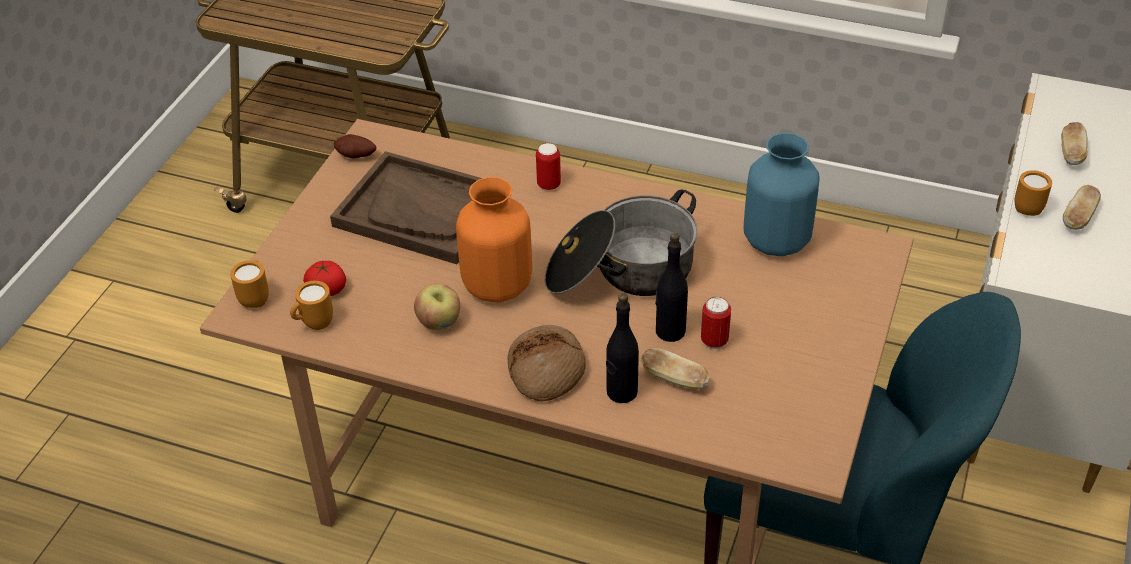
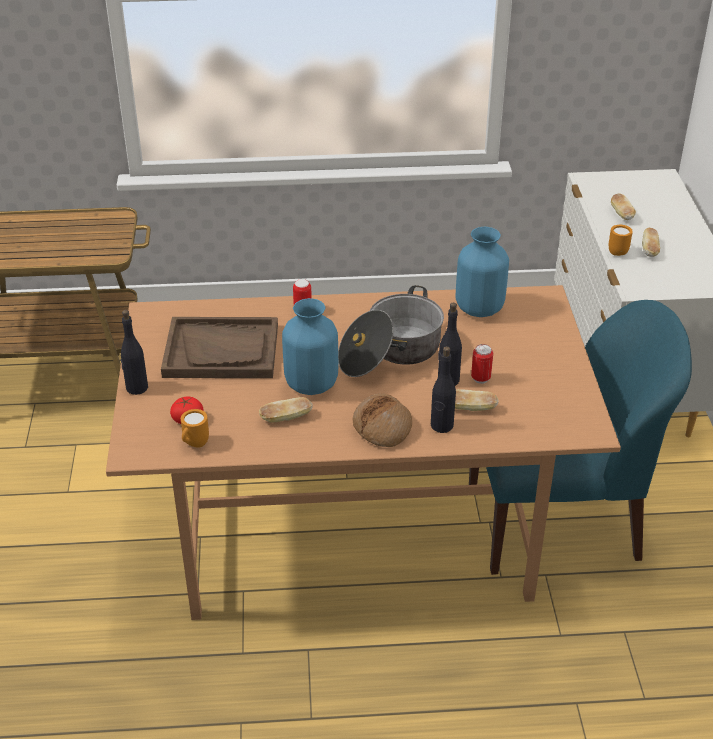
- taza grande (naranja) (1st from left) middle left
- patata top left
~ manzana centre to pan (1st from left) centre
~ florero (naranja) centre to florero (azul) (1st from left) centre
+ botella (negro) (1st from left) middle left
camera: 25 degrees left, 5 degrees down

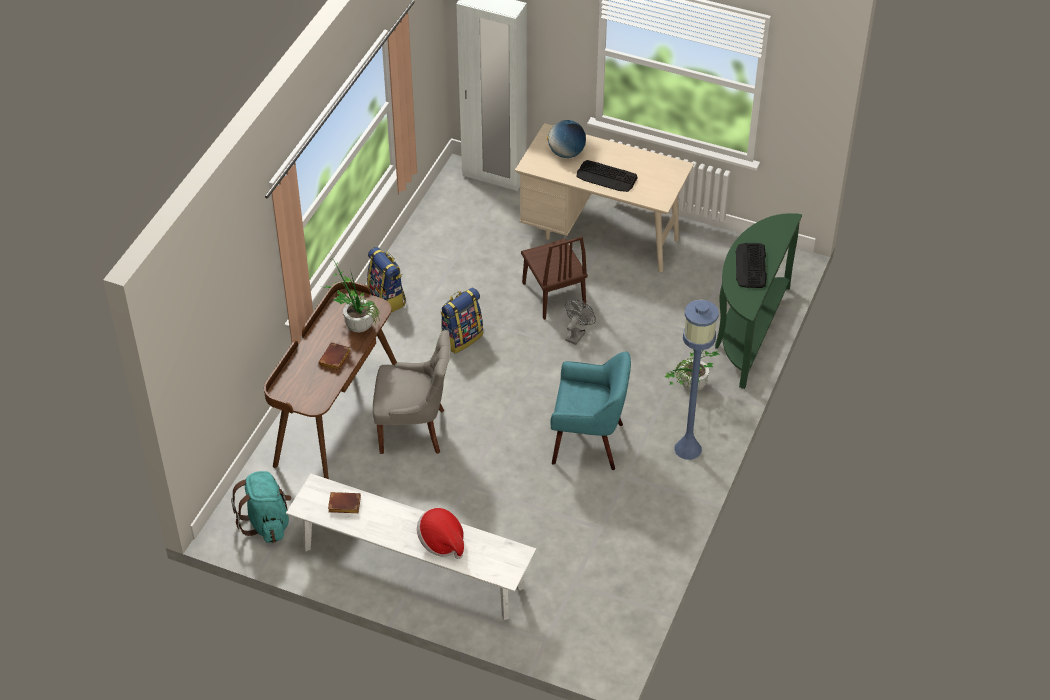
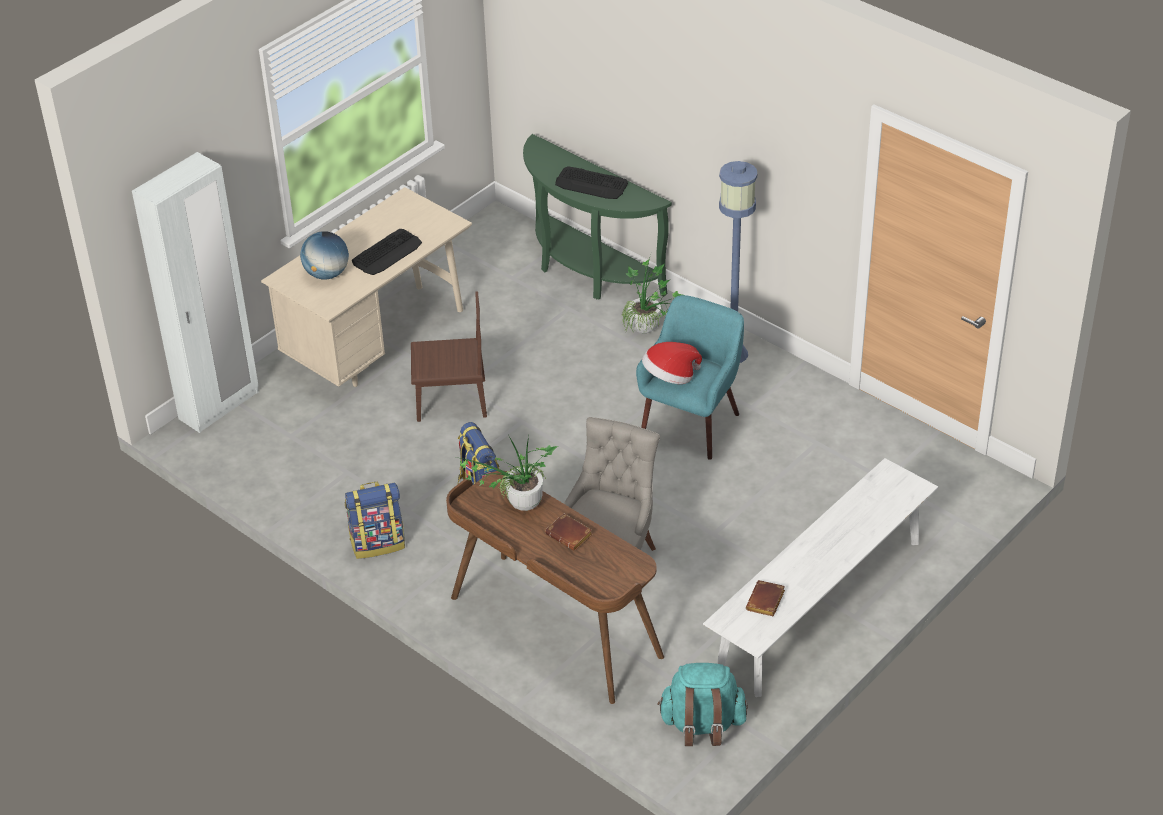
~ sombrero bottom centre to centre
- ventilador (gris) centre
camera: 70 degrees left, 5 degrees down

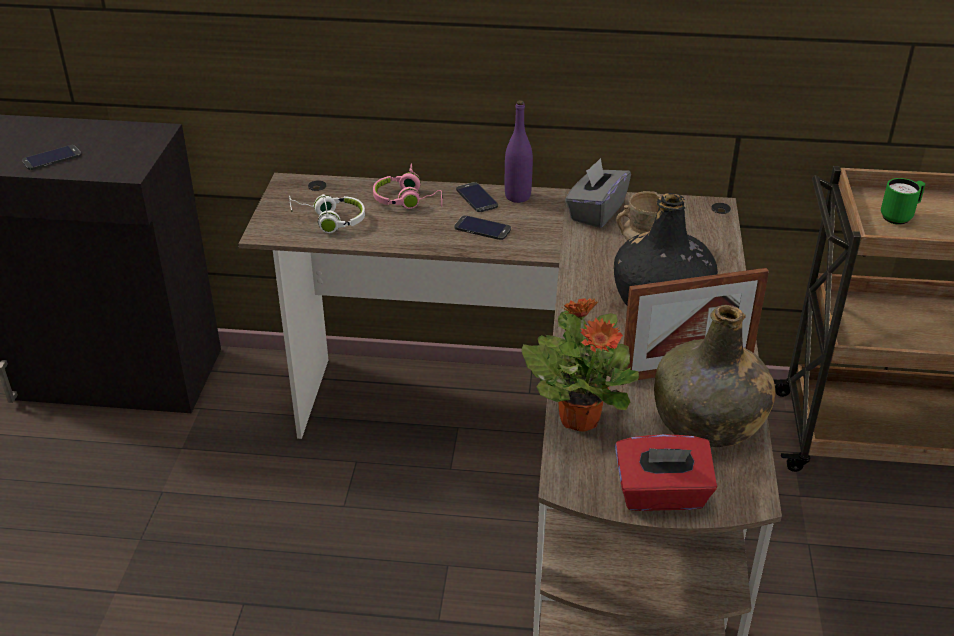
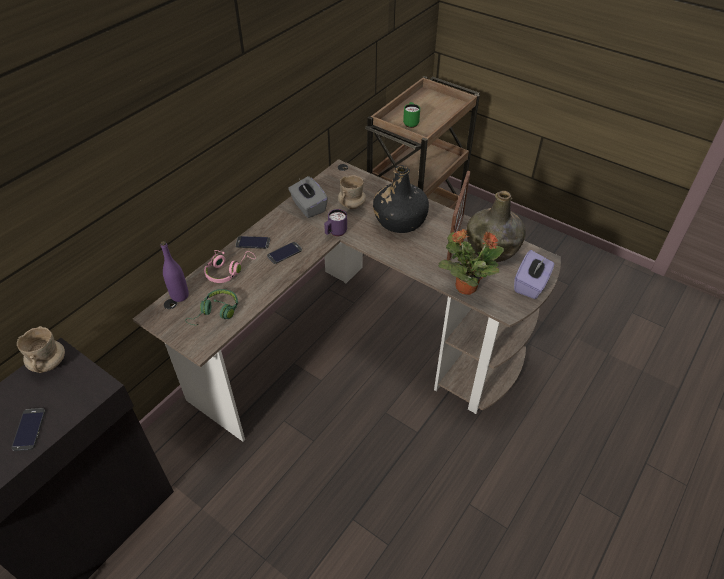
~ auriculares (blanco) centre to auriculares (verde) middle left
~ botella (morado) top centre to middle left
~ caja de pañuelos (rojo) bottom right to caja de pañuelos (morado) middle right
+ taza grande (beis) (1st from left) middle left
+ taza grande (morado) centre
camera: 60 degrees left, 10 degrees up

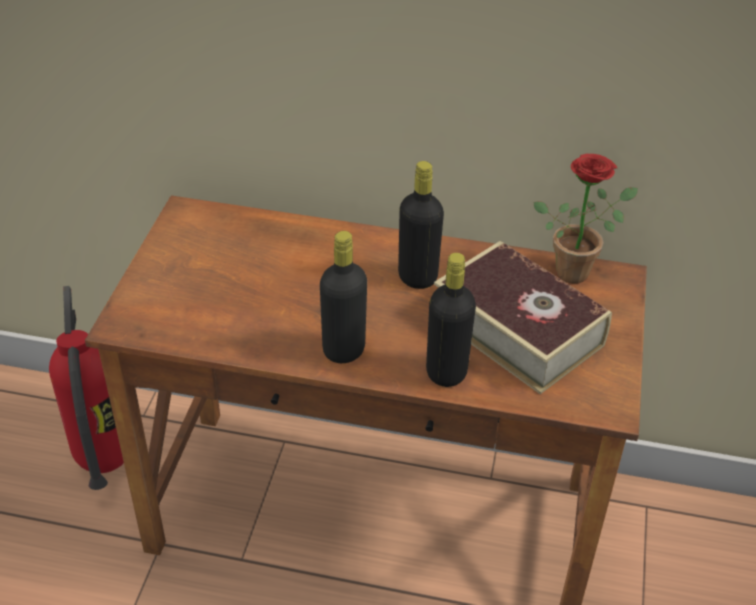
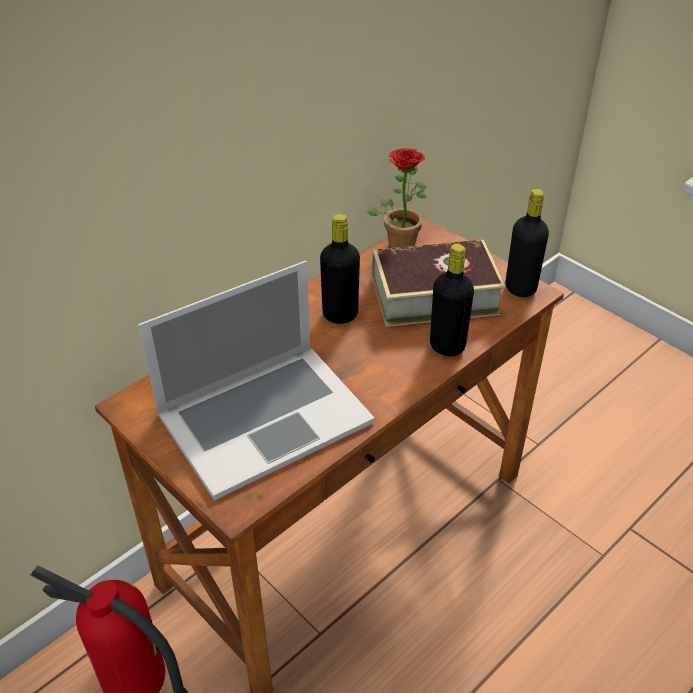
~ botella (negro) (1st from left in the first image) centre to botella (negro) (3rd from left) middle right
+ portátil centre
camera: 55 degrees left, 0 degrees up

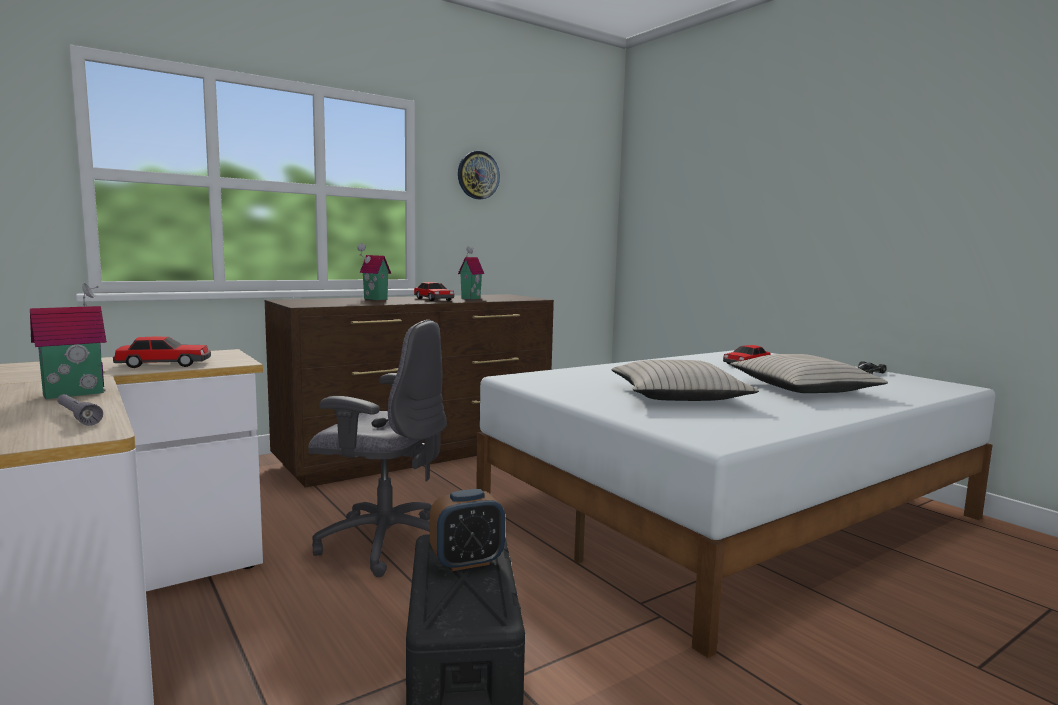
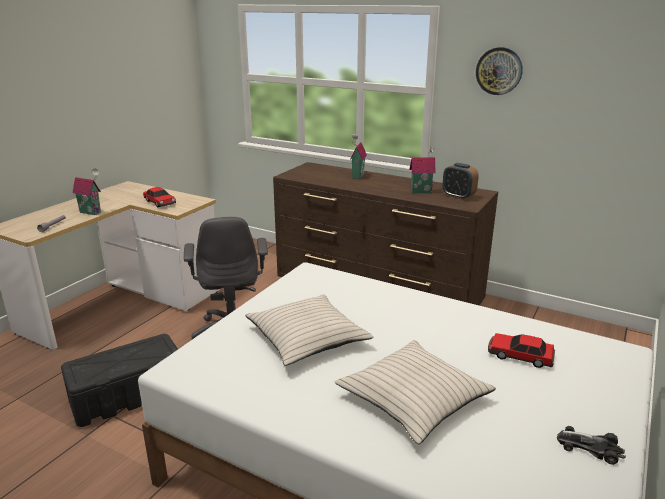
- coche de juguete (2nd from left) centre
~ despertador bottom centre to middle right
camera: 65 degrees right, 15 degrees up

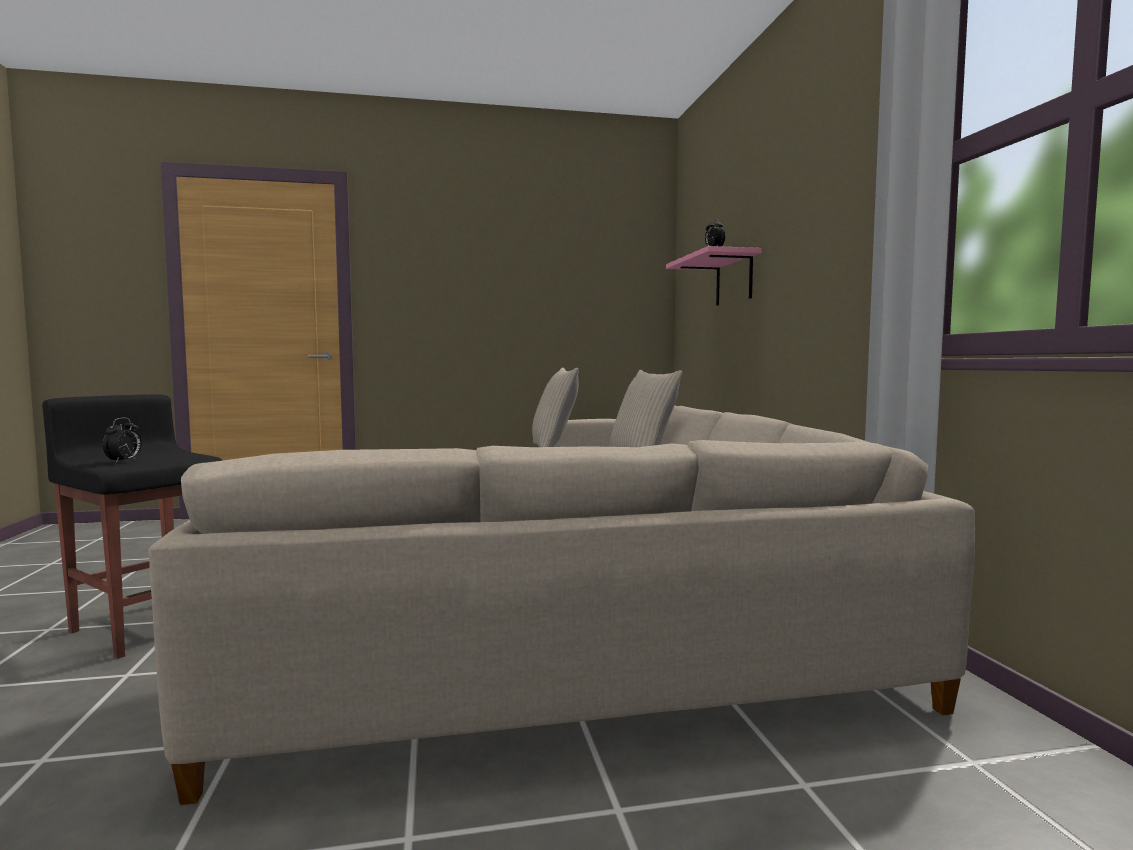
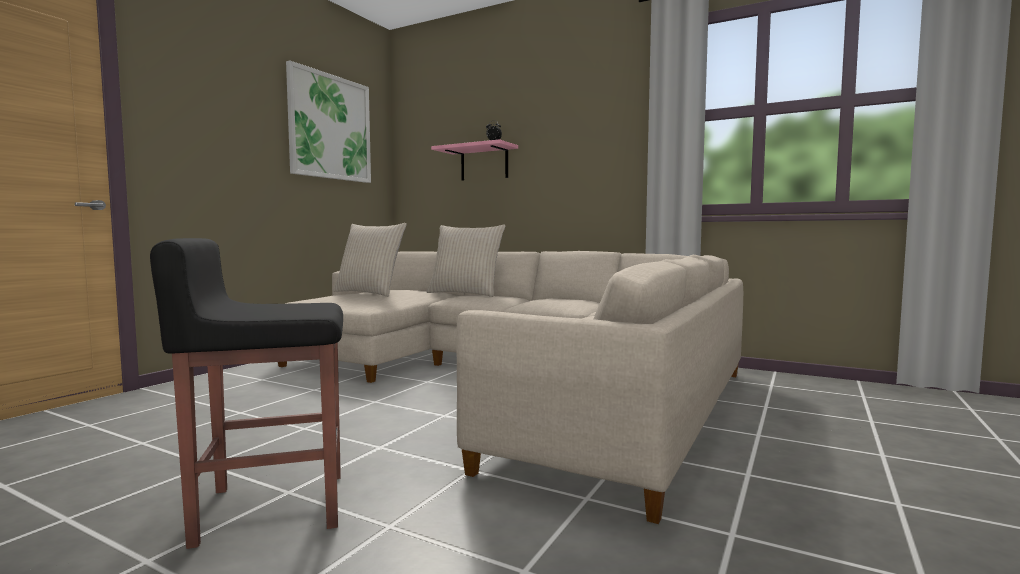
- despertador (1st from left) middle left
+ cuadro top left
camera: 50 degrees left, 0 degrees up

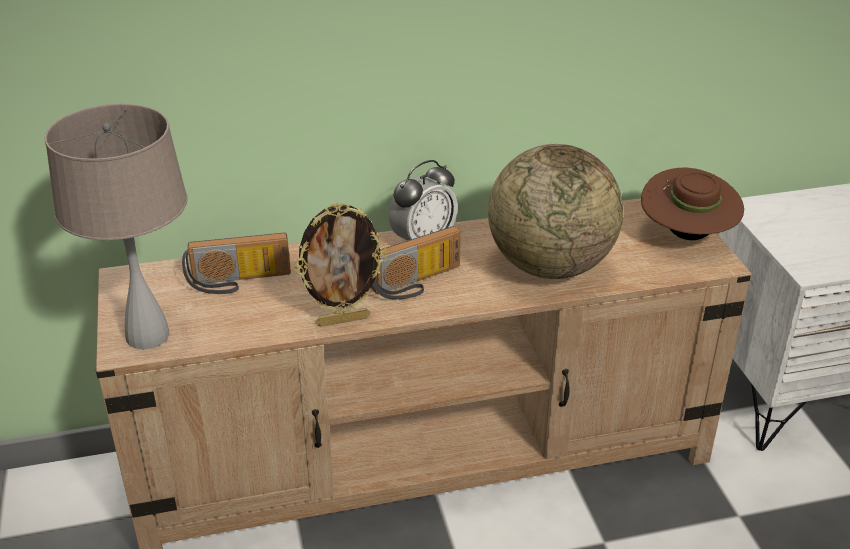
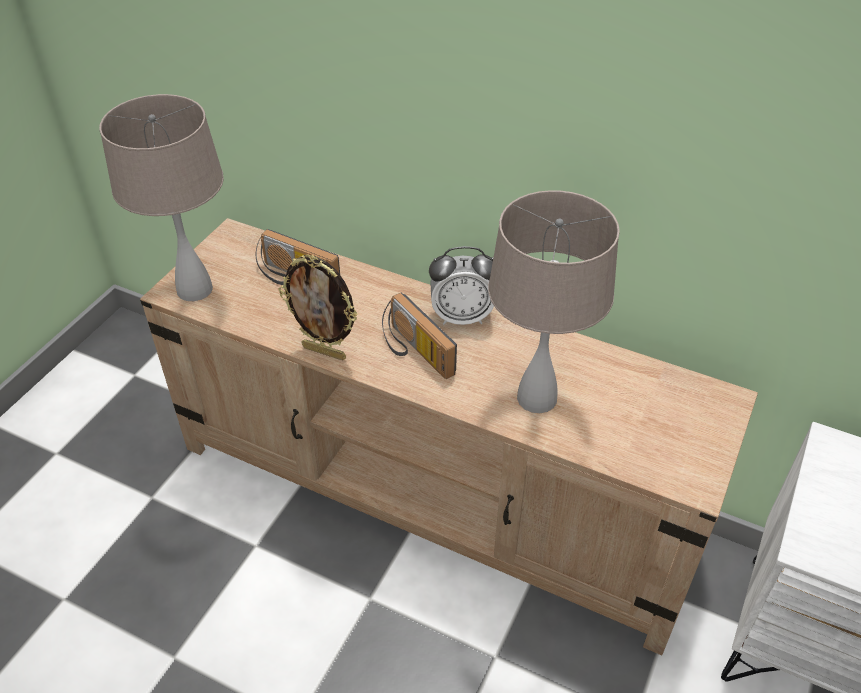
~ radio (2nd from left) centre = centre 45 degrees clockwise
~ globo terráqueo centre to lámpara de mesa (beis) (2nd from left) centre
- sombrero (marrón) middle right
camera: 40 degrees right, 10 degrees up

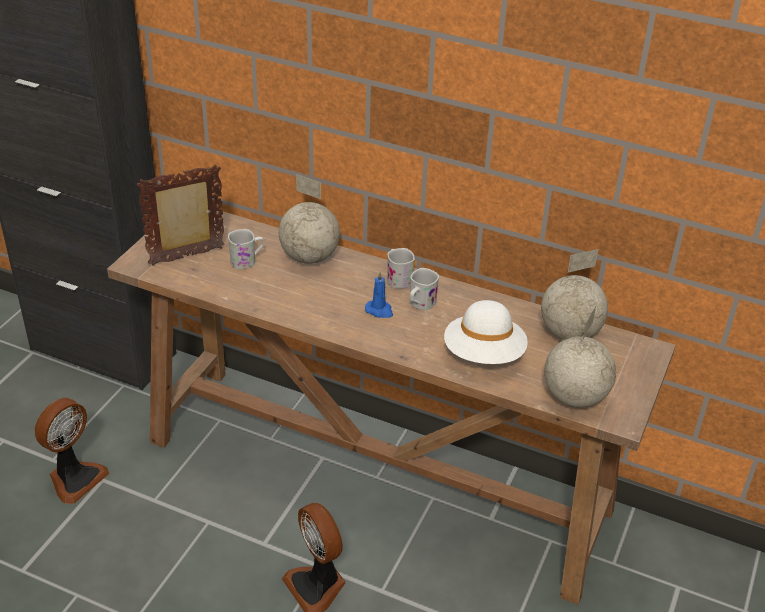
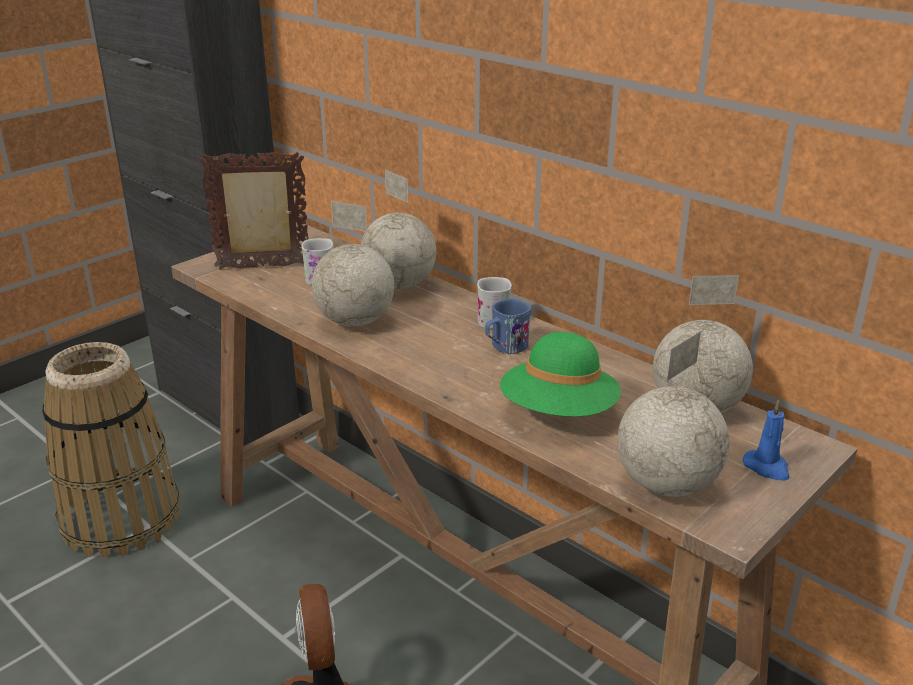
~ ventilador (1st from left) bottom left to cesta middle left
~ vela (azul) centre to middle right
~ taza grande (blanco) (3rd from left) centre to taza grande (azul) centre
~ sombrero (blanco) centre to sombrero (verde) centre
+ globo terráqueo (1st from left) centre
camera: 20 degrees right, 10 degrees down

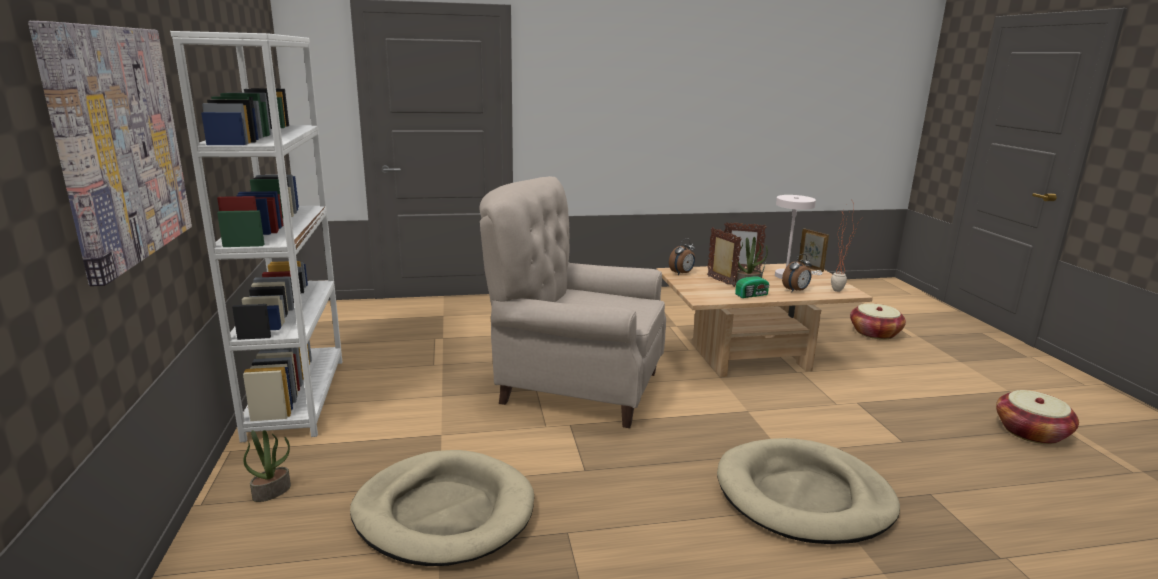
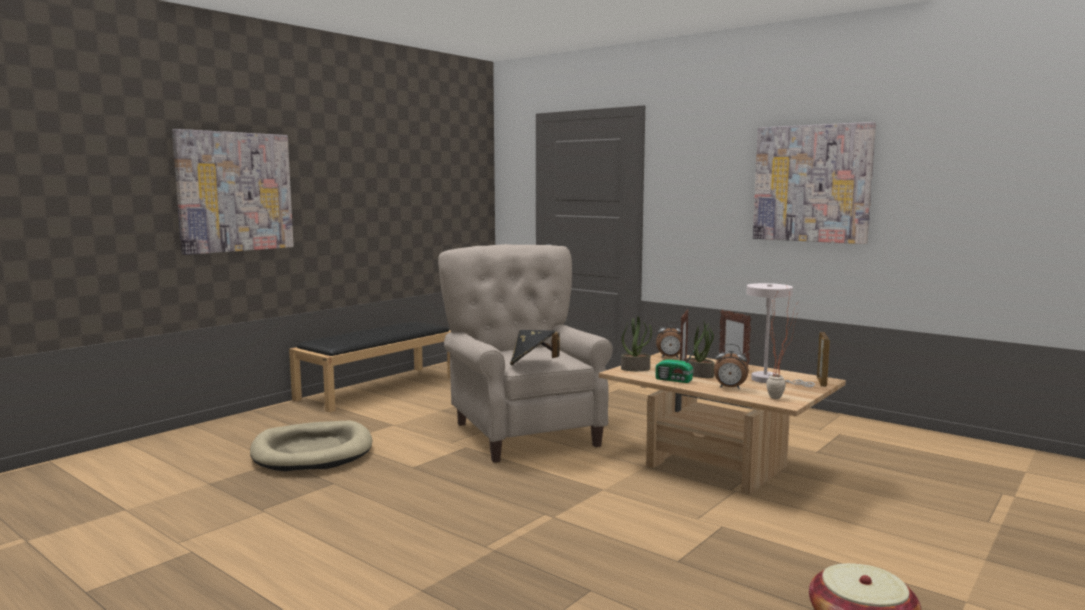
~ estantería (blanco) middle left to banco (negro) centre
~ planta en maceta (1st from left) bottom left to centre
- cama para perro (beis) (2nd from left) bottom right
- cesta (1st from left) middle right
+ sombrero (negro) centre
+ cuadro (2nd from left) top right
camera: 50 degrees right, 10 degrees down

